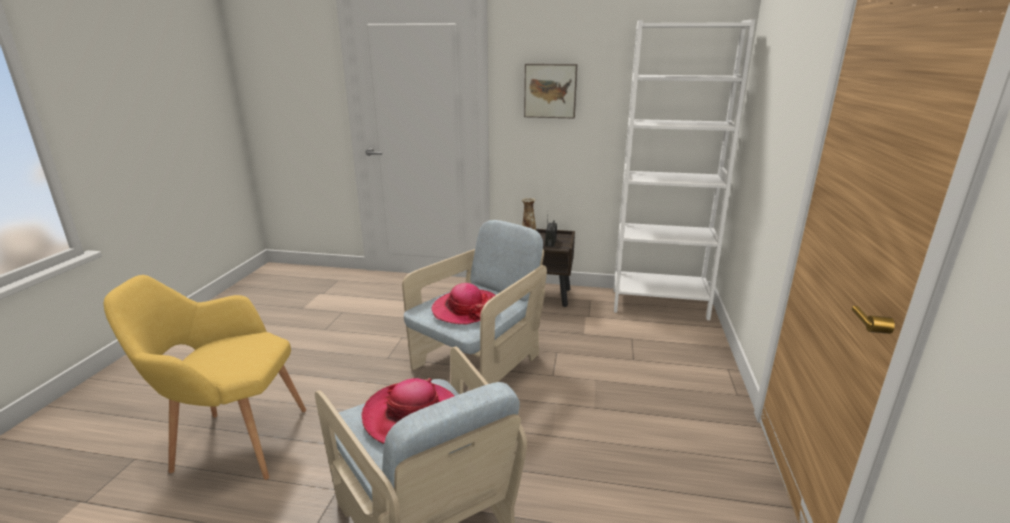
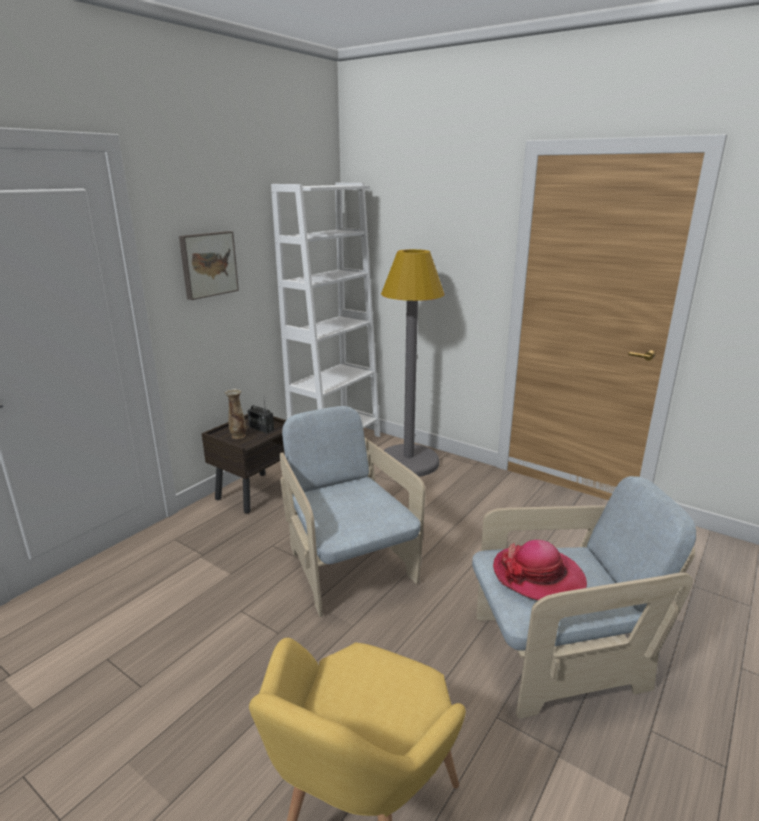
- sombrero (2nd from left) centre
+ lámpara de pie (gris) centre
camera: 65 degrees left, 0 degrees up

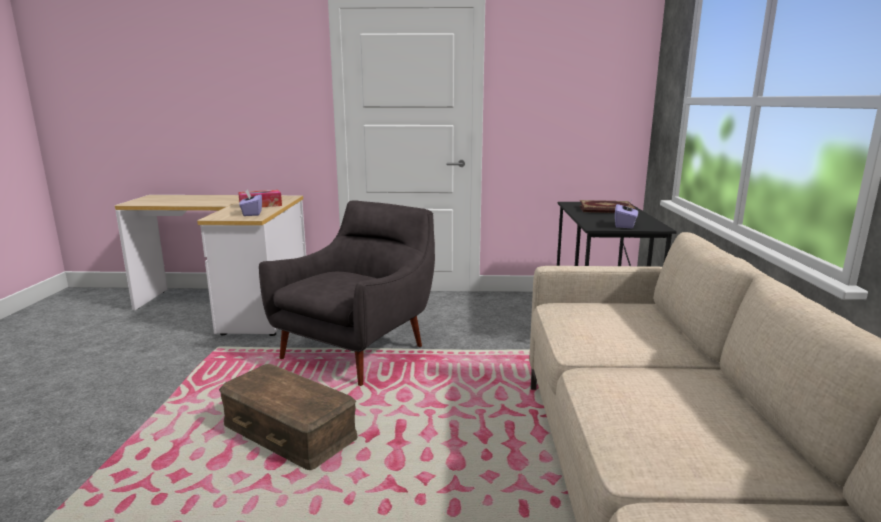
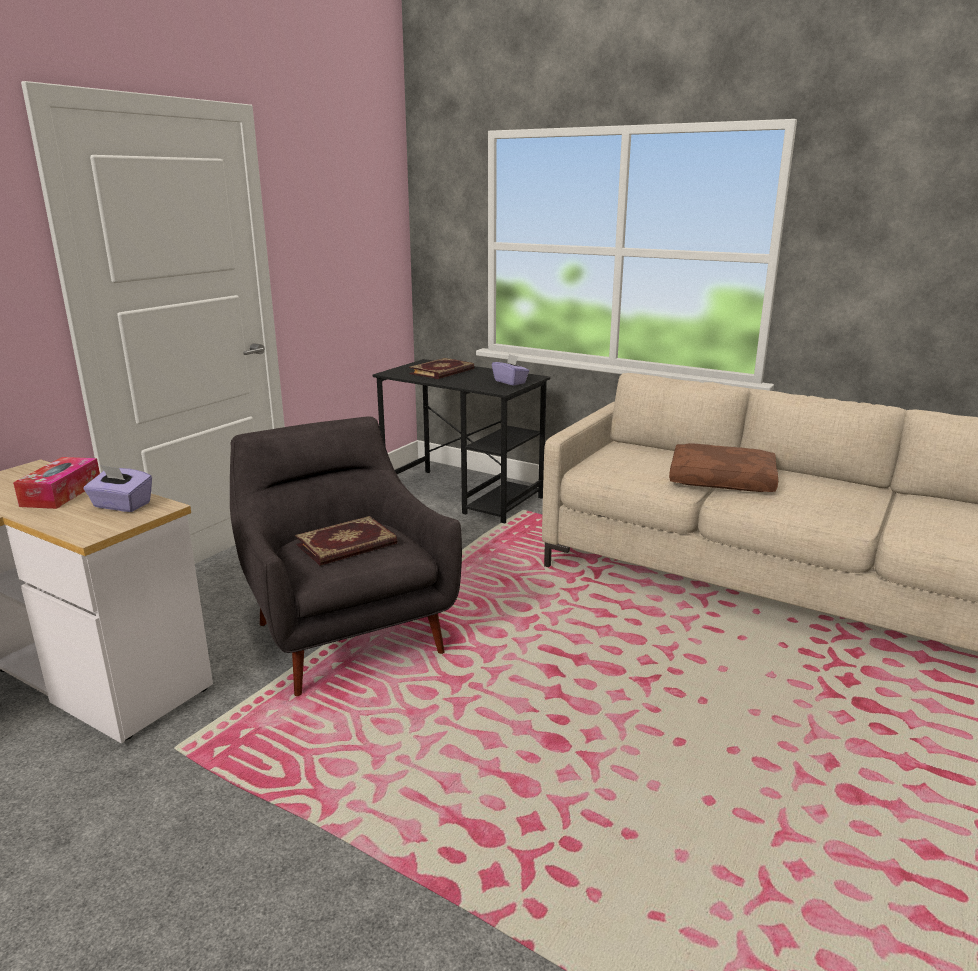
- caja de almacenaje (marrón) bottom left
+ libro (1st from left) centre
+ cojín (marrón) middle right
camera: 60 degrees left, 5 degrees up

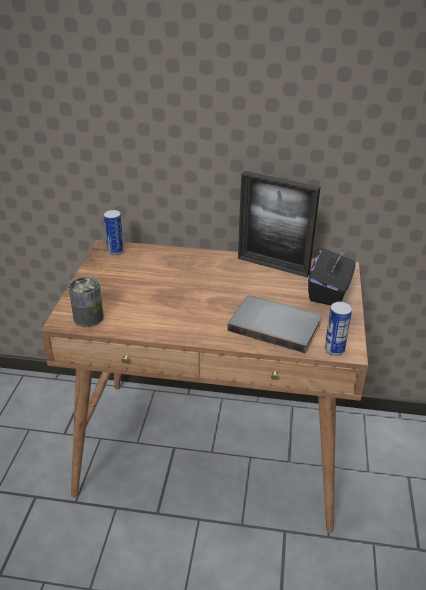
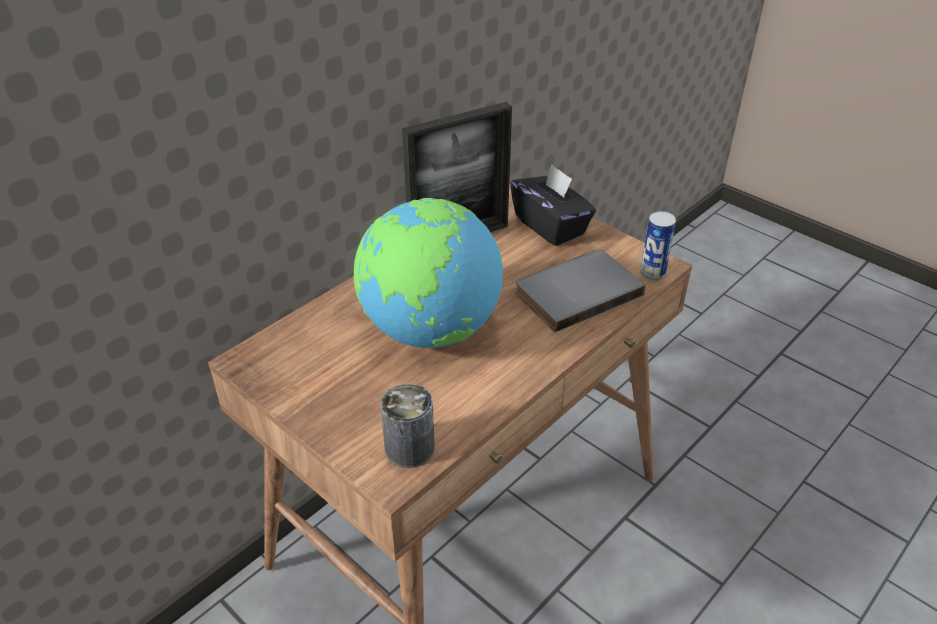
- lata (2nd from left) middle left
+ globo terráqueo centre
camera: 55 degrees left, 5 degrees up

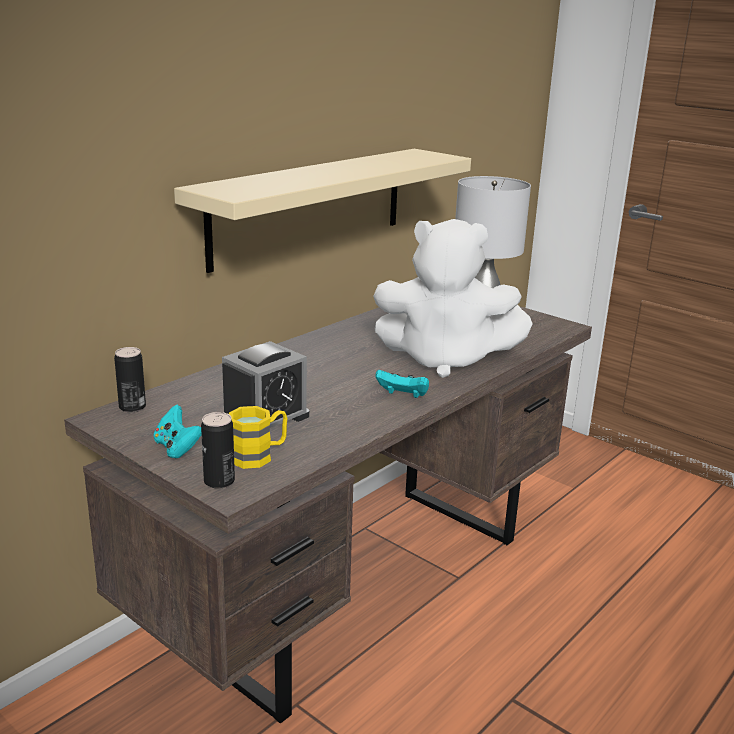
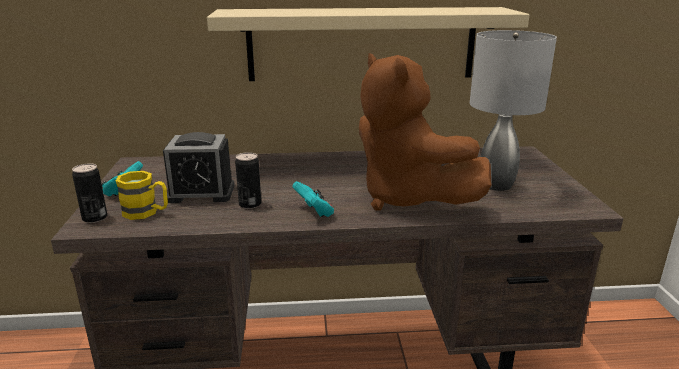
~ lata (1st from left in the first image) middle left to lata (2nd from left) centre
~ peluche (blanco) centre to peluche (marrón) centre
camera: 45 degrees right, 0 degrees up

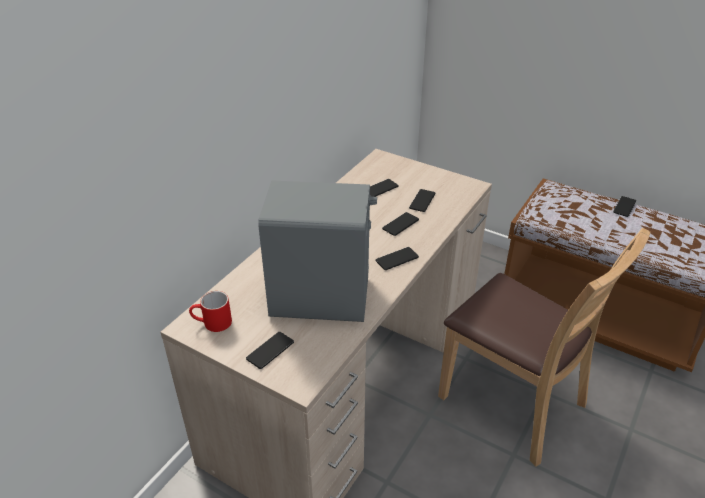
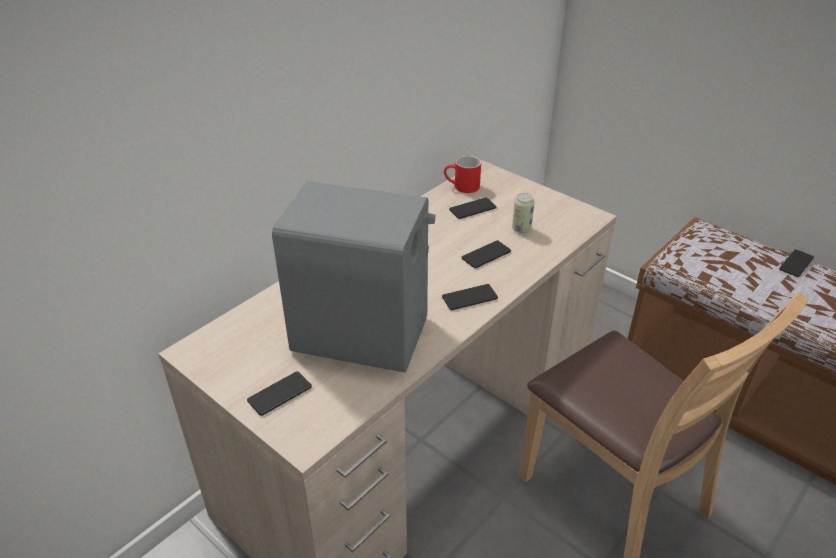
~ taza grande (rojo) middle left to top centre
~ móvil (5th from left) centre to lata centre
camera: 10 degrees right, 0 degrees up

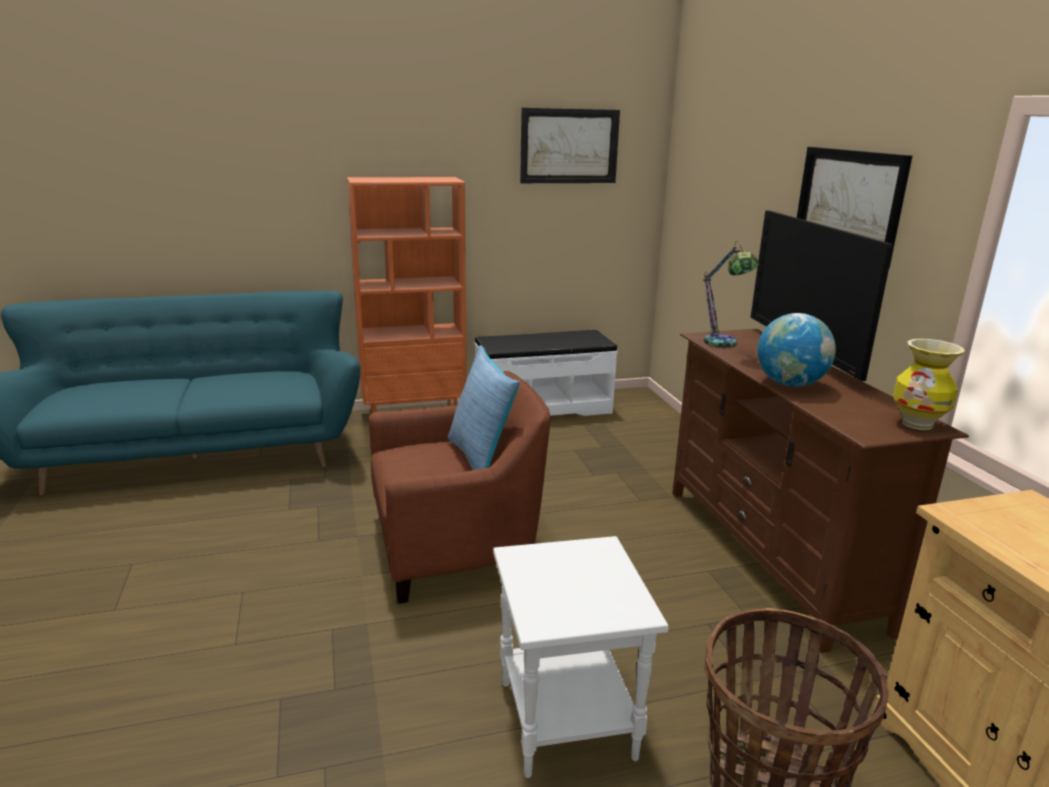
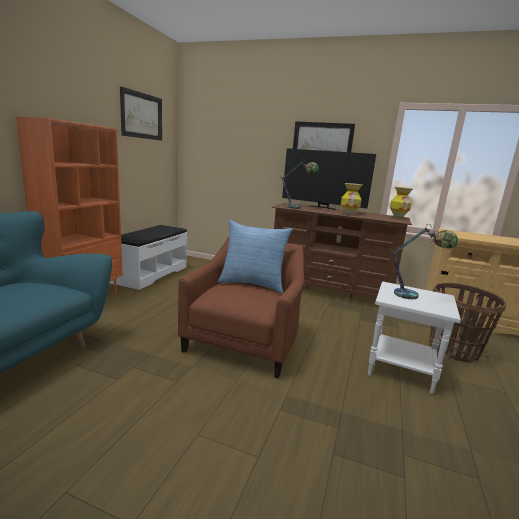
~ globo terráqueo middle right to florero (1st from left) middle right
+ lámpara de mesa (2nd from left) middle right
camera: 55 degrees left, 5 degrees down

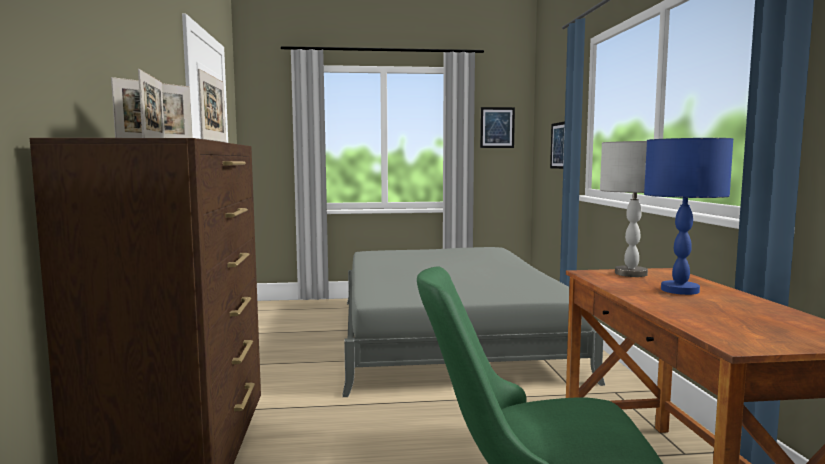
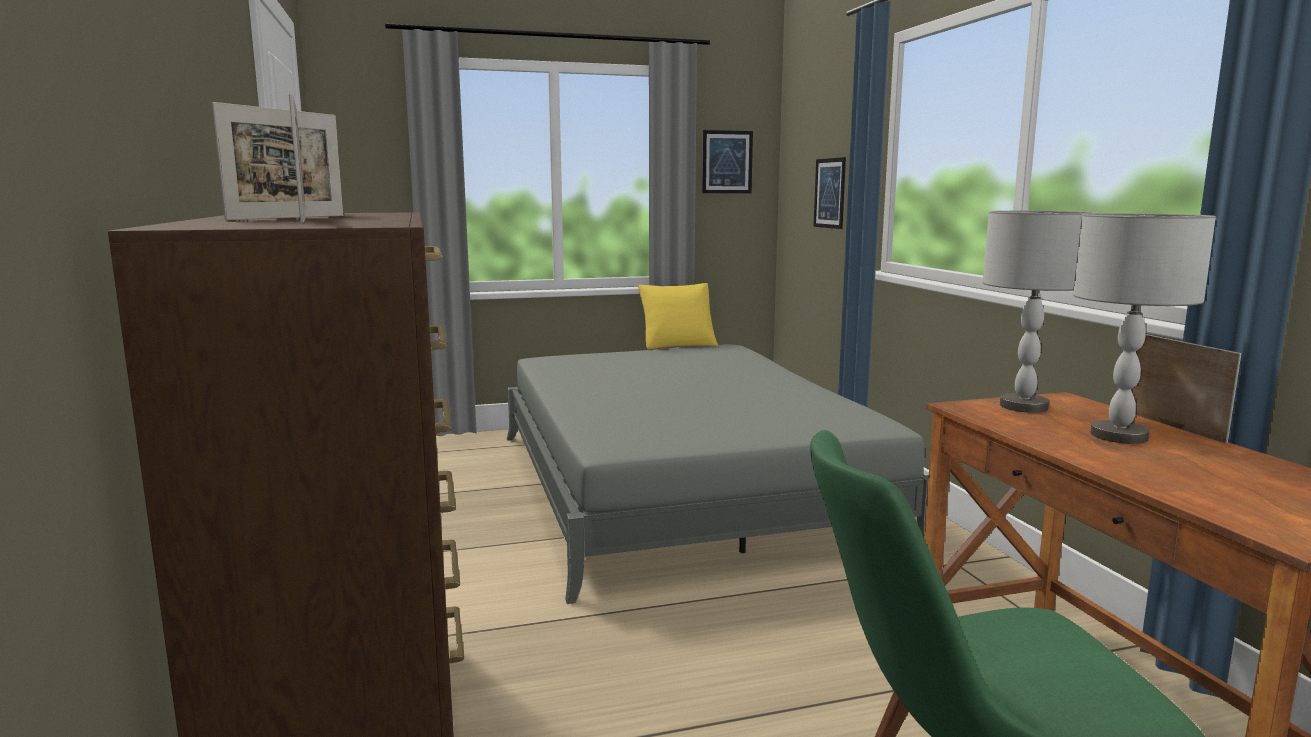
~ portarretratos (3rd from left) top left to middle right
~ lámpara de mesa (azul) middle right to lámpara de mesa (gris) (2nd from left) middle right
+ cojín (amarillo) centre
camera: 10 degrees left, 5 degrees up

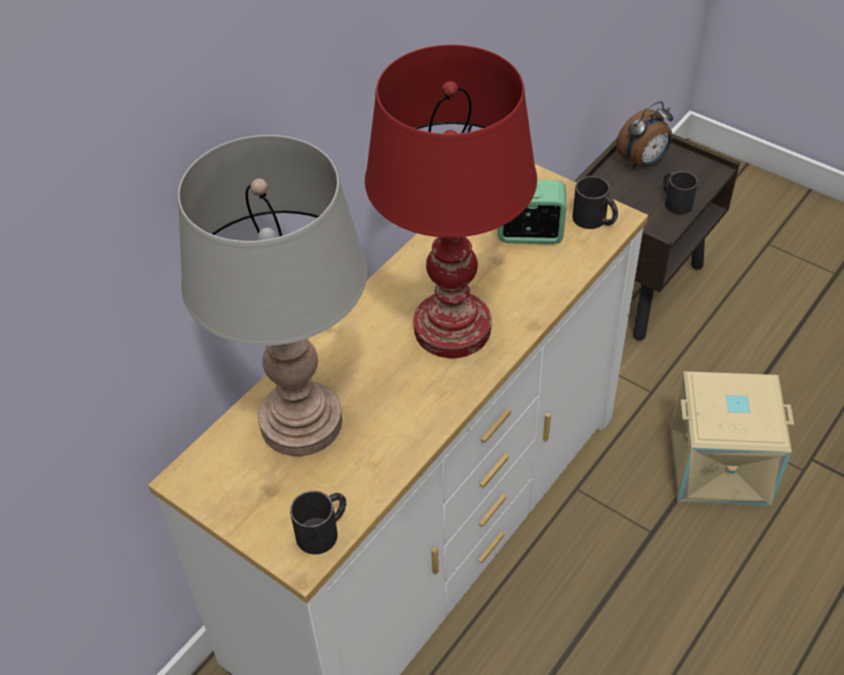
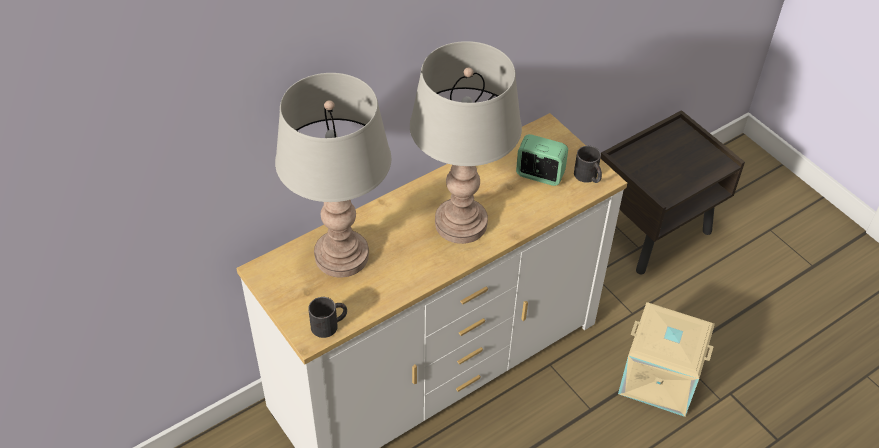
~ lámpara de mesa (rojo) top centre to lámpara de mesa (gris) (2nd from left) top centre
- despertador (2nd from left) top right
- taza grande (negro) (3rd from left) top right
camera: 15 degrees right, 0 degrees up

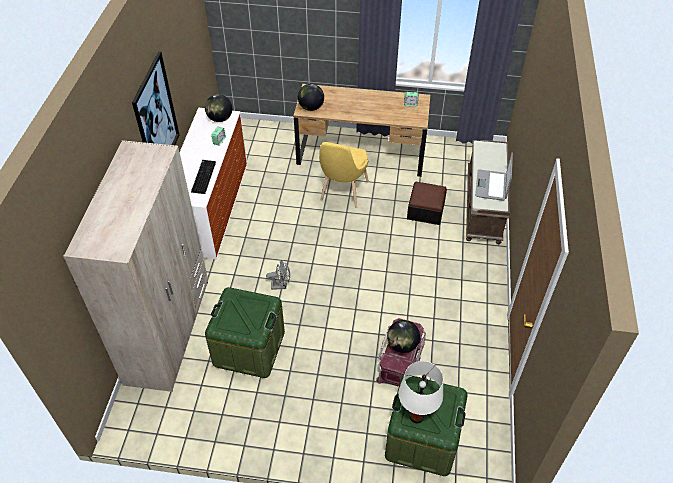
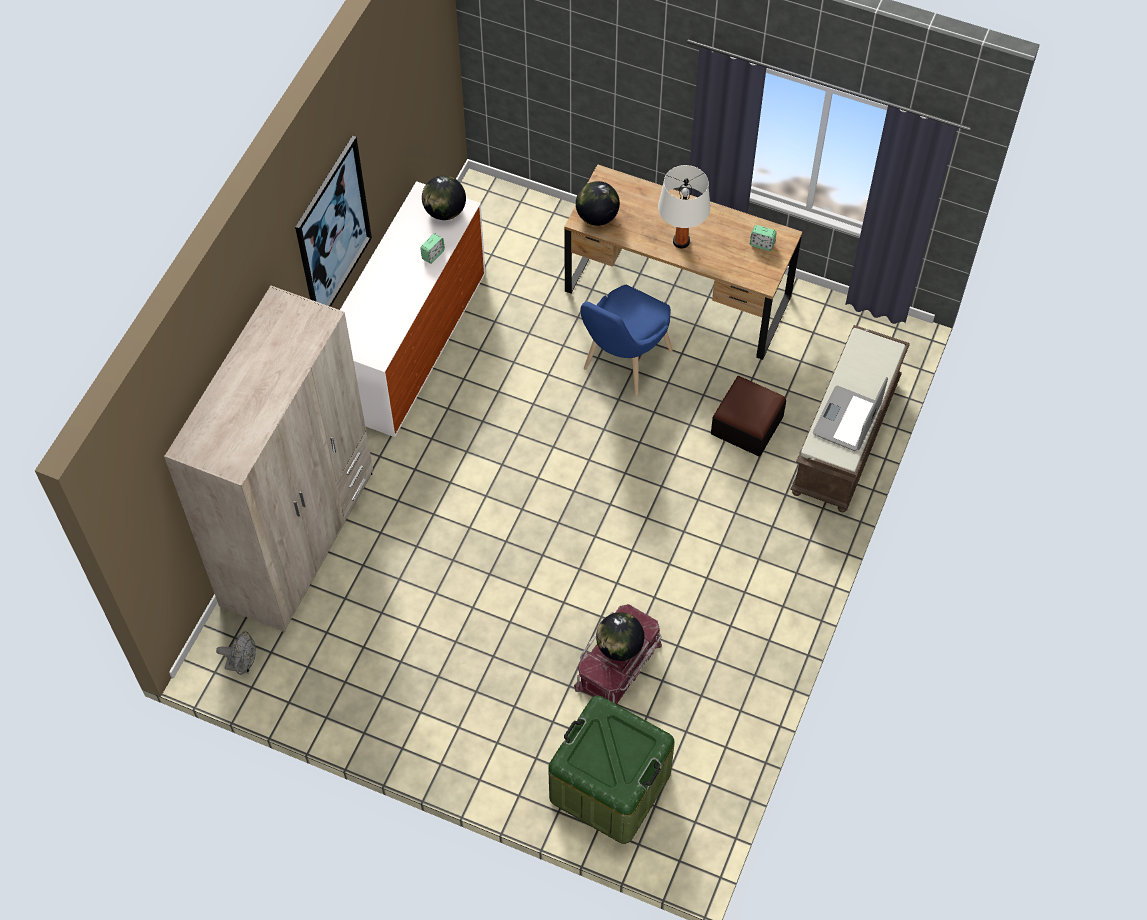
- teclado middle left
- caja de almacenaje (verde) (1st from left) bottom centre
~ ventilador (gris) centre to bottom left
~ silla (amarillo) centre to silla (azul) centre
~ lámpara de mesa (blanco) bottom centre to top centre
camera: 15 degrees right, 10 degrees up

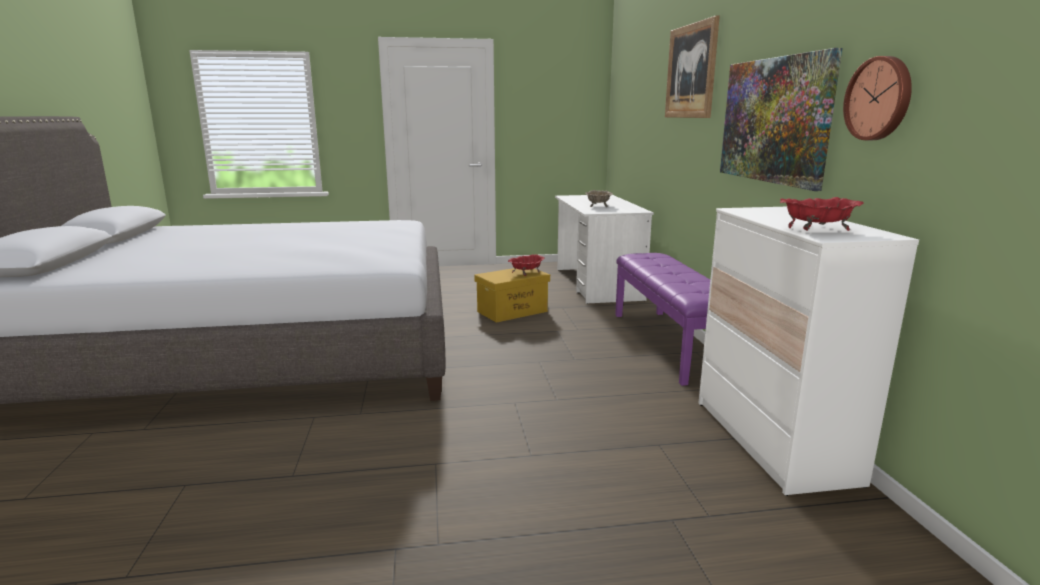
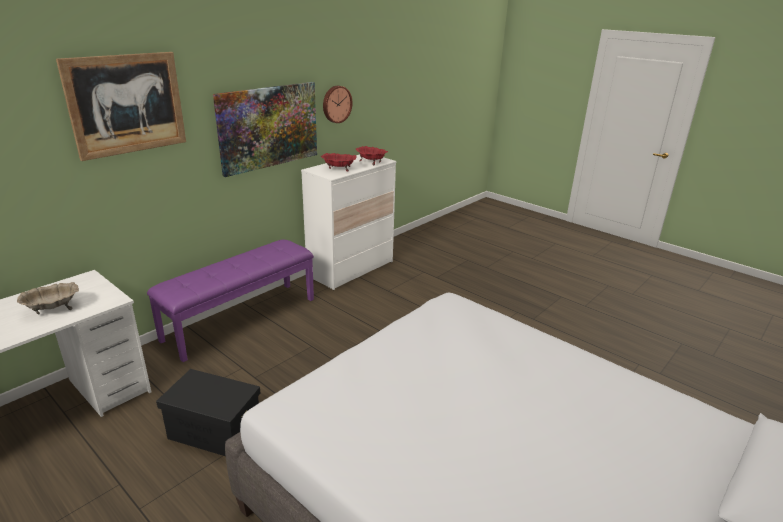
~ caja de almacenaje (amarillo) centre to caja de almacenaje (negro) bottom left
~ cuenco (rojo) (1st from left) centre to top centre
camera: 130 degrees left, 10 degrees up

